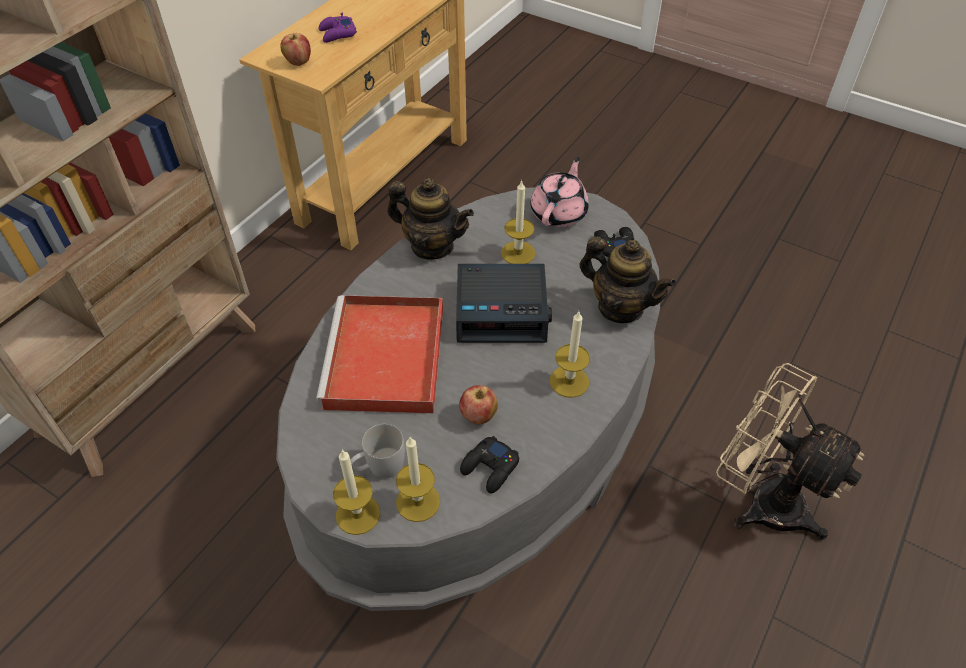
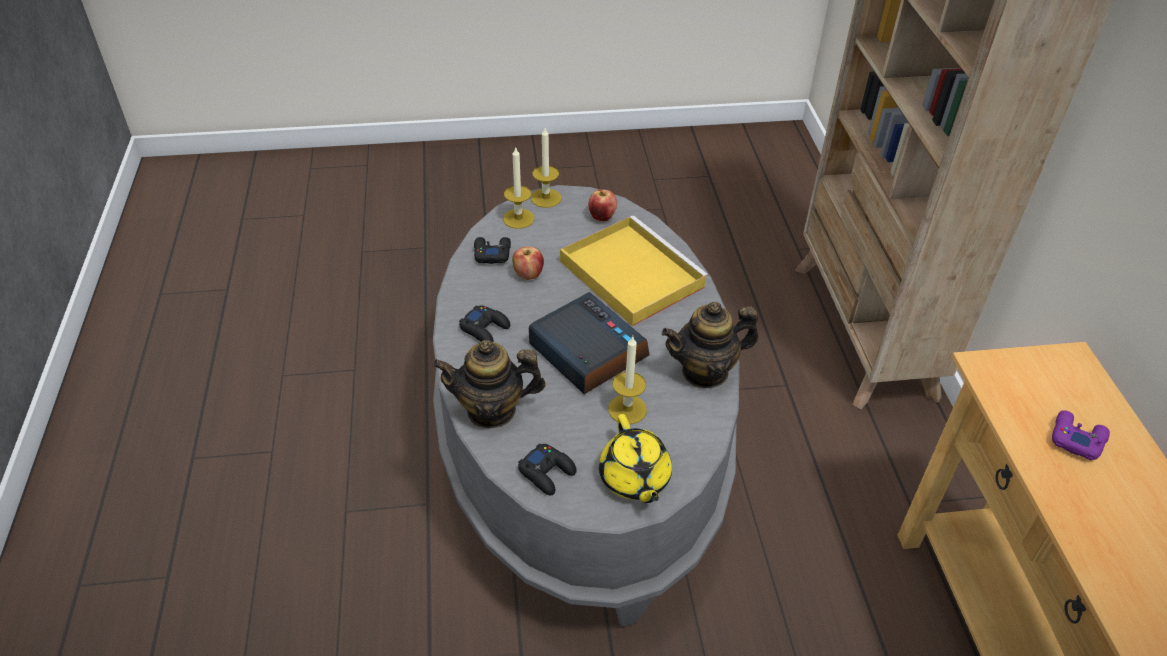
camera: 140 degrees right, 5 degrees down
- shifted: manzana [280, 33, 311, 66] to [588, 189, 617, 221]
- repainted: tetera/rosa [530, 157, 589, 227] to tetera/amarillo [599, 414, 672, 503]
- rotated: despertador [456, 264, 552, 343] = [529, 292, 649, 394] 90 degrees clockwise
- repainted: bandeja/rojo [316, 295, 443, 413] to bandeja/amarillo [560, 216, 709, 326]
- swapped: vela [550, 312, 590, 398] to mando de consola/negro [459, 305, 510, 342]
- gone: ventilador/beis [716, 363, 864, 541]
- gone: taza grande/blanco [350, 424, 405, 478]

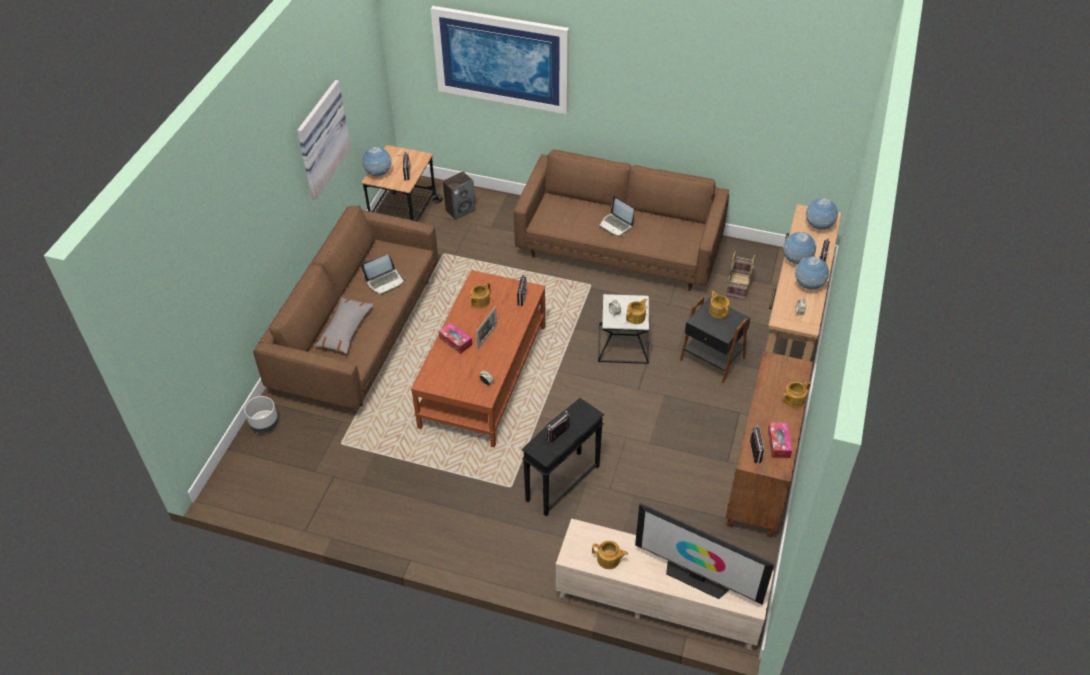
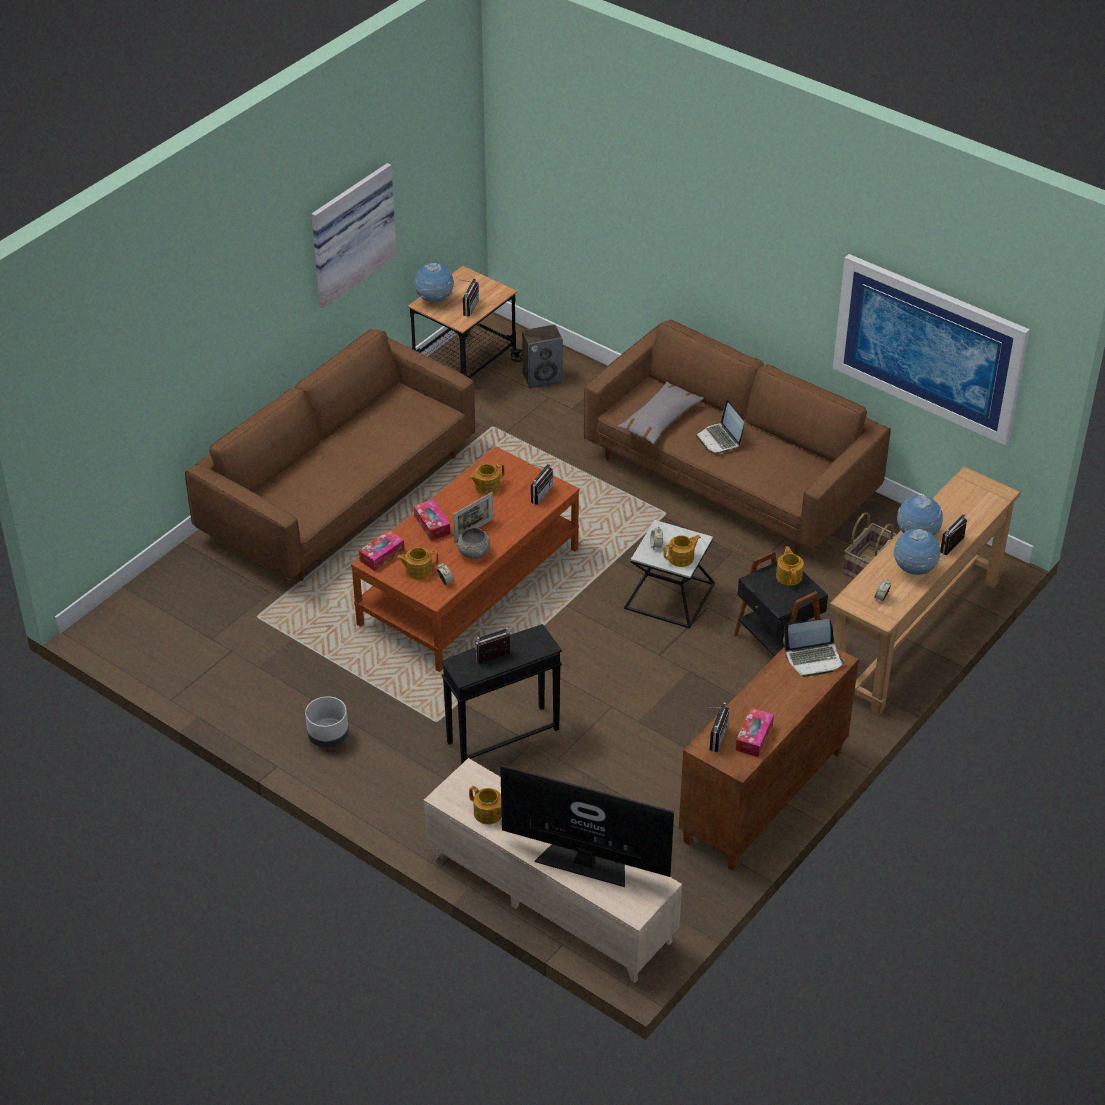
camera: 20 degrees right, 5 degrees down
- shifted: cuadro [431, 6, 569, 114] to [833, 254, 1030, 445]
- gone: globo terráqueo [806, 198, 838, 230]
- shifted: portátil [361, 254, 405, 295] to [783, 619, 845, 677]
- shifted: cojín/gris [314, 297, 374, 354] to [618, 382, 704, 444]
- shifted: tetera [783, 381, 811, 408] to [396, 547, 438, 580]
- shifted: maceta/gris [244, 396, 279, 433] to [305, 696, 349, 748]
- rotated: televisor [635, 503, 774, 605] = [500, 765, 674, 887] 150 degrees clockwise
- new: cuenco/gris [456, 528, 490, 559]
- new: caja de pañuelos [359, 530, 404, 571]

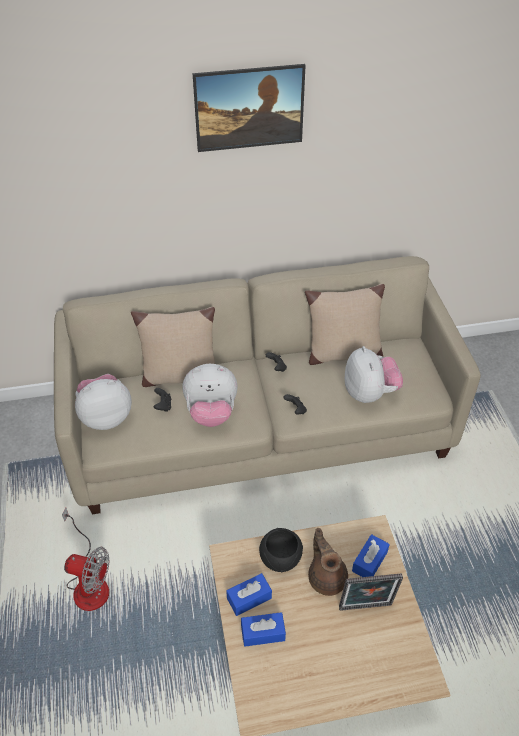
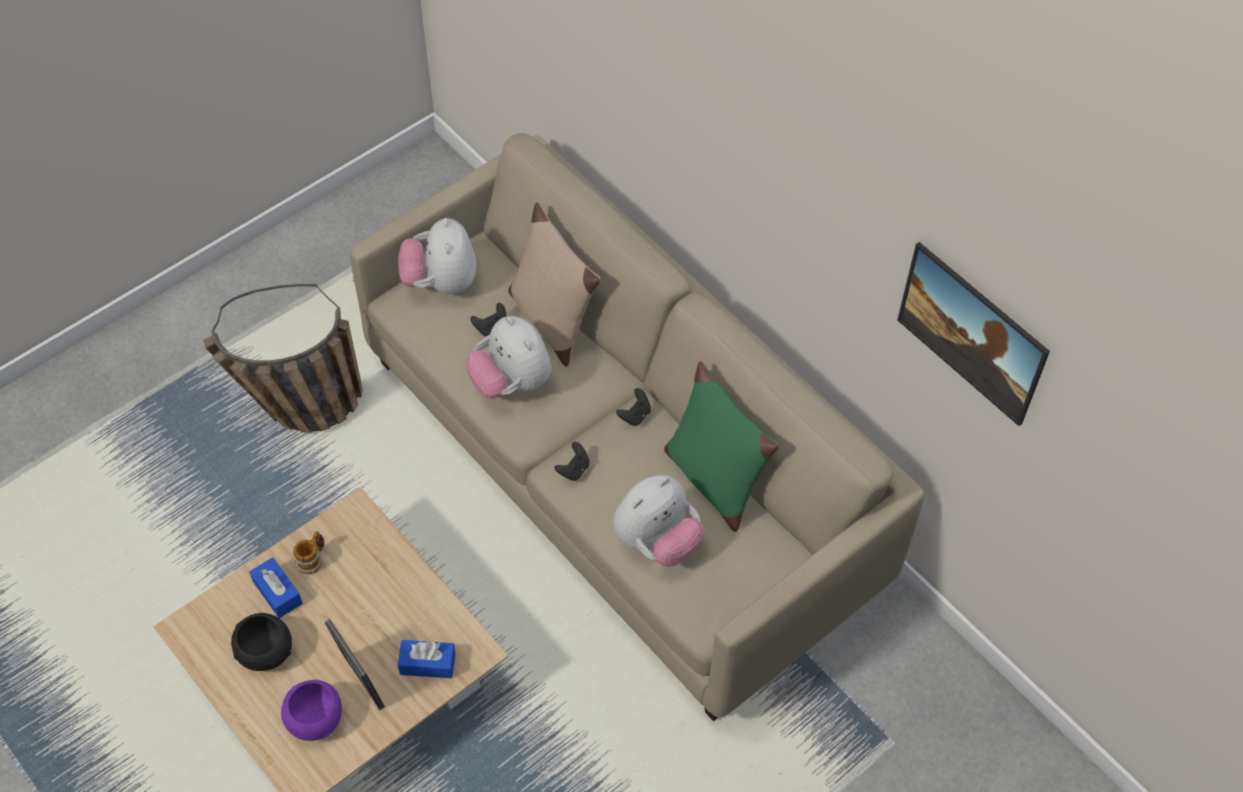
camera: 60 degrees right, 10 degrees up
- shifted: cuadro [193, 64, 306, 152] to [897, 242, 1050, 426]
- repainted: cojín/beis [305, 284, 385, 365] to cojín/verde [664, 361, 779, 532]
- rotated: peluche [75, 374, 132, 430] = [398, 218, 476, 294] 135 degrees counterclockwise
- swapped: ventilador [62, 508, 109, 611] to cesta [203, 284, 363, 433]
- shifted: cuenco/negro [259, 528, 303, 572] to [231, 613, 292, 671]
- gone: tetera/marrón [308, 528, 348, 596]
- swapped: caja de pañuelos/azul [226, 573, 272, 616] to taza grande [293, 531, 324, 575]
- new: cuenco/morado [281, 680, 342, 741]

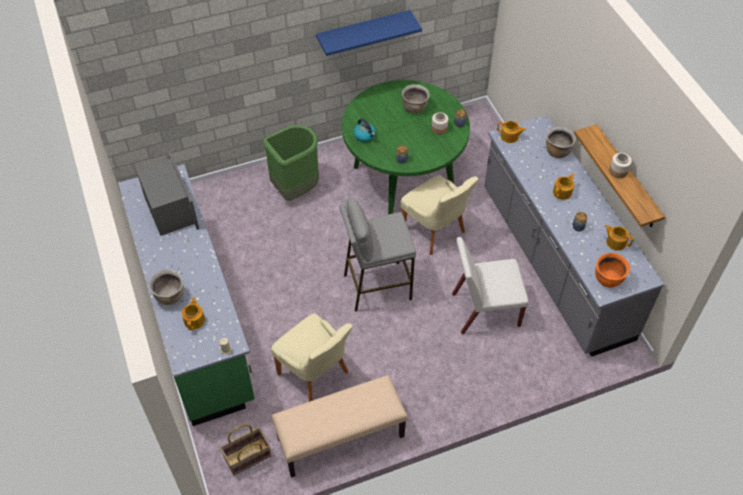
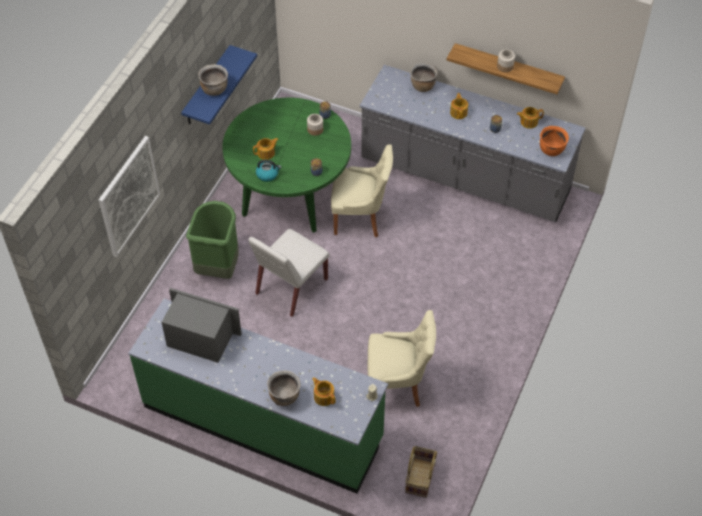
camera: 45 degrees left, 0 degrees up
- shifted: olla/marrón [402, 84, 430, 114] to [198, 64, 228, 96]
- shifted: tetera [497, 121, 526, 143] to [253, 138, 279, 160]
- gone: taburete/gris [339, 197, 416, 312]
- shifted: silla/blanco [452, 237, 529, 334] to [248, 229, 330, 317]
- gone: banco/beis [271, 375, 408, 478]
- new: cuadro [99, 136, 160, 257]

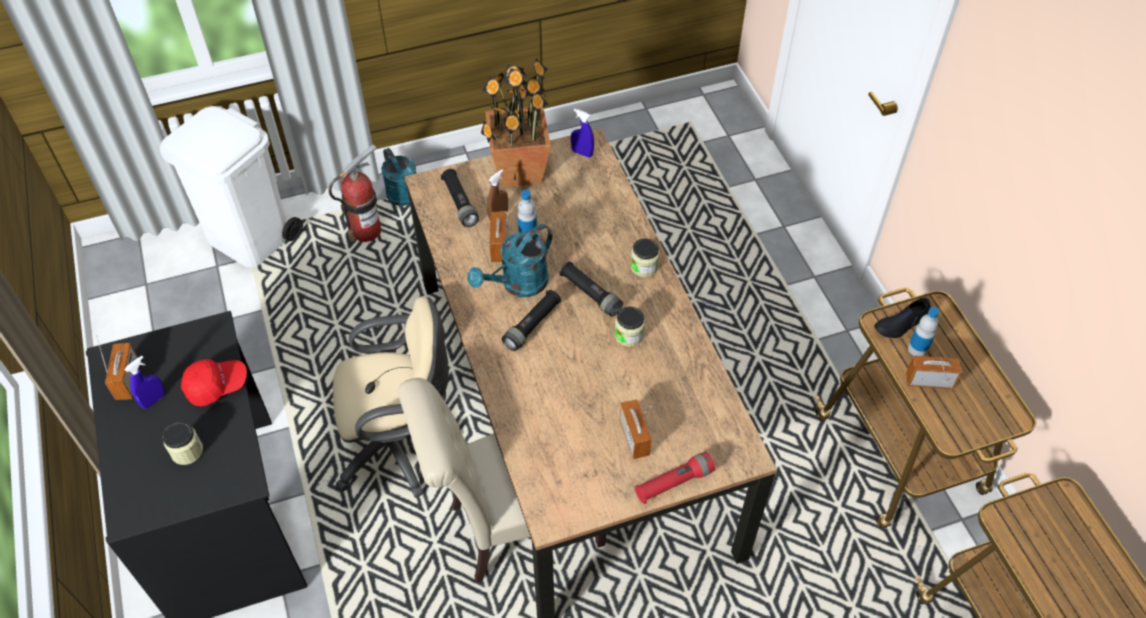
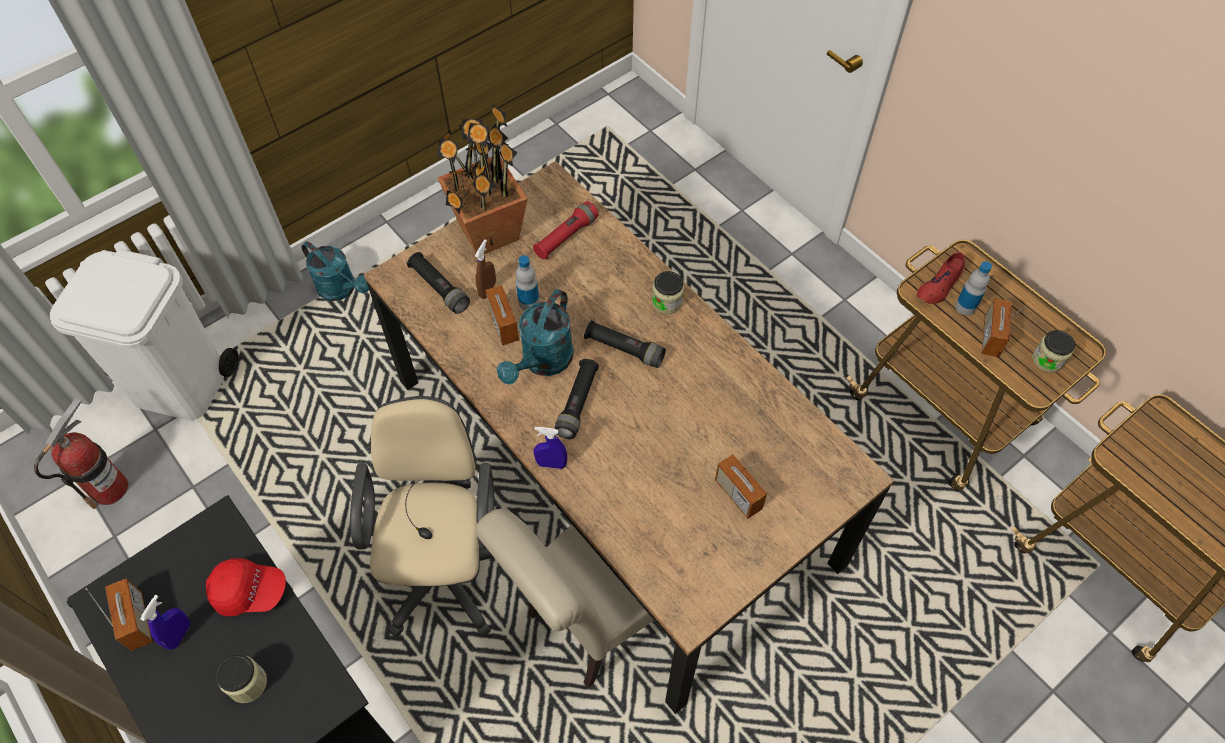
camera: 20 degrees left, 5 degrees up
- shifted: pulverizador/azul [571, 109, 594, 158] to [534, 427, 567, 469]
- shifted: extintor [329, 145, 381, 242] to [34, 398, 128, 509]
- rotated: silla de oficina/beis [332, 296, 449, 498] = [350, 396, 494, 637] 60 degrees counterclockwise
- repainted: zapato/negro [874, 298, 931, 338] to zapato/rojo [917, 252, 965, 304]
- shifted: tarro [615, 307, 645, 347] to [1032, 330, 1075, 373]
- rotated: radio [906, 351, 962, 389] = [981, 298, 1026, 357] 60 degrees counterclockwise
- rotated: gorra/rojo [181, 359, 247, 406] = [206, 559, 286, 616] 45 degrees clockwise
- shifted: linterna/rojo [635, 452, 715, 504] to [533, 201, 598, 259]

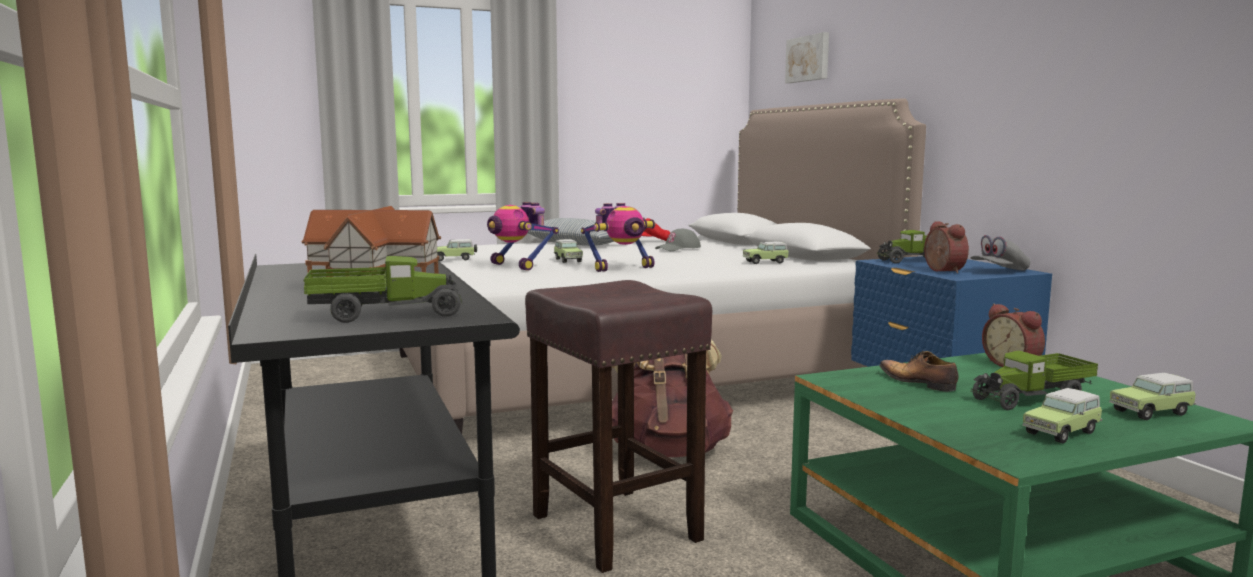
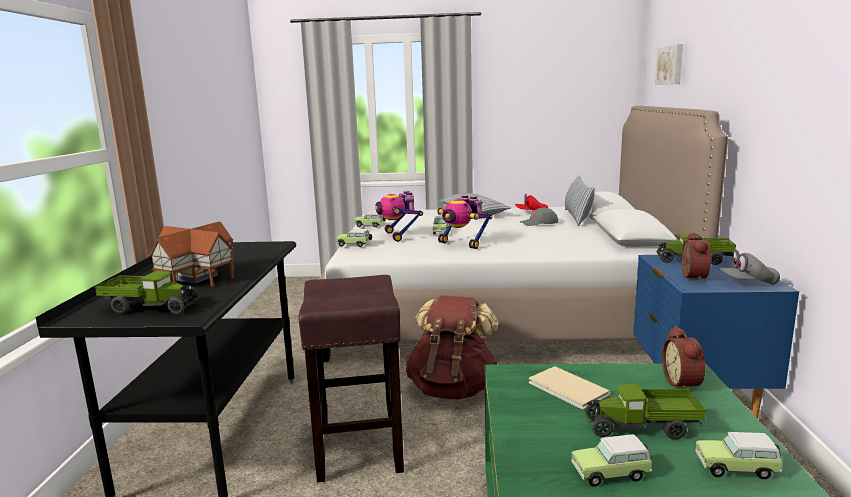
camera: 25 degrees right, 5 degrees up
- rotated: robot de juguete [581, 203, 656, 272] = [437, 195, 493, 249] 45 degrees clockwise
- shifted: coche de juguete [743, 242, 789, 264] to [336, 229, 372, 247]
- swapped: zapato [879, 351, 958, 392] to libro/beis [529, 366, 611, 409]
- new: cojín [565, 175, 595, 226]

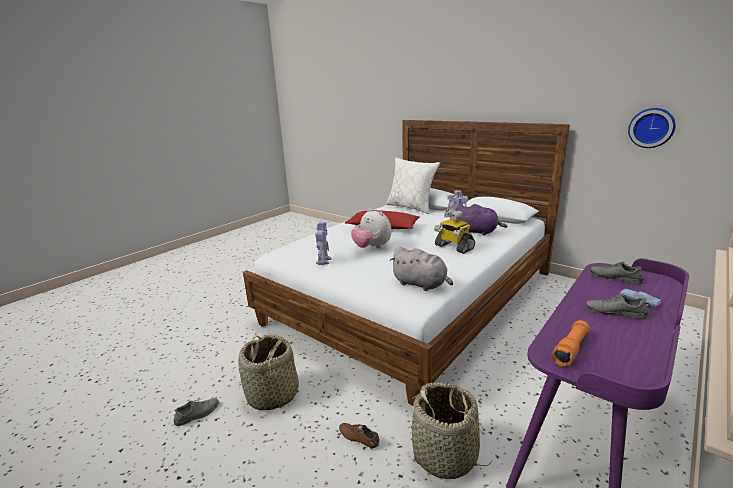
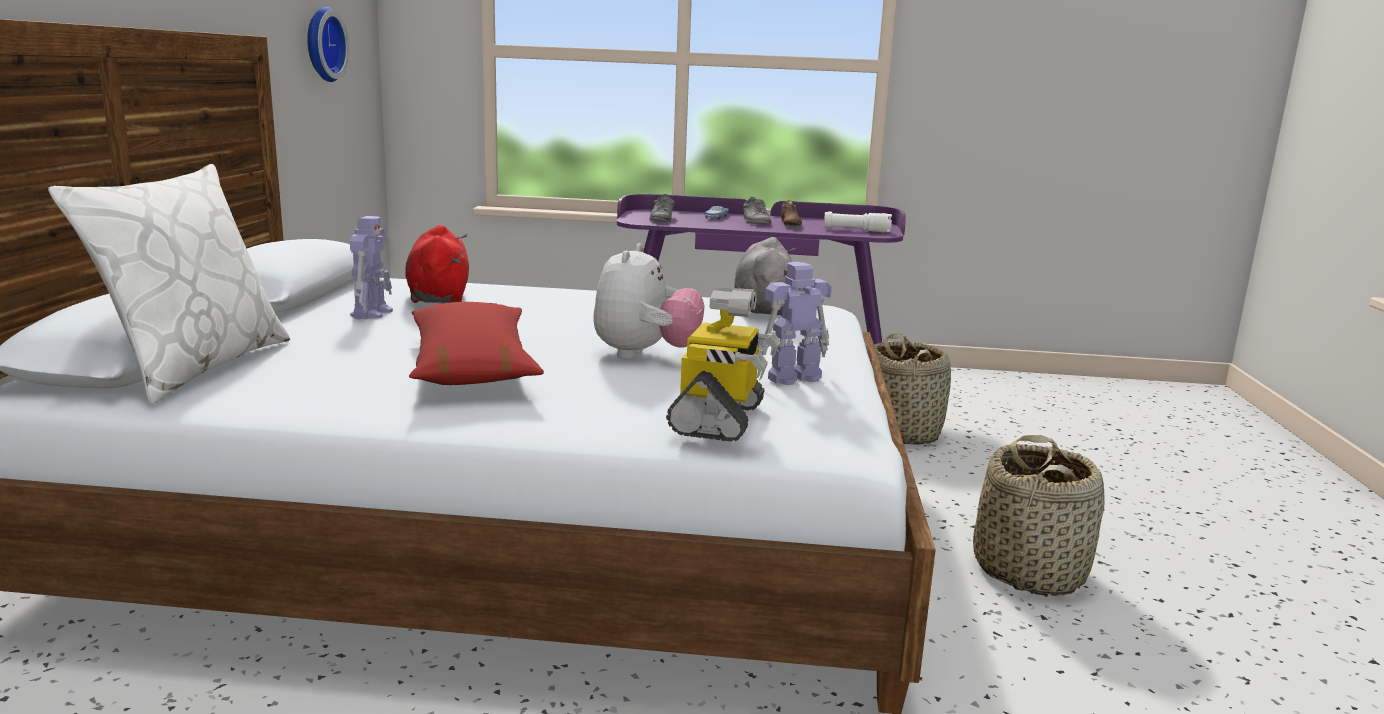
camera: 125 degrees left, 5 degrees down
- repainted: peluche/morado [455, 204, 507, 235] to peluche/rojo [405, 225, 469, 303]
- shifted: robot de juguete [434, 210, 475, 254] to [666, 287, 780, 442]
- repainted: linterna/naranja [551, 320, 590, 367] to linterna/blanco [824, 212, 892, 233]
- gone: zapato/gris [174, 398, 219, 426]
- shifted: zapato/marrón [339, 423, 379, 449] to [781, 200, 802, 227]

